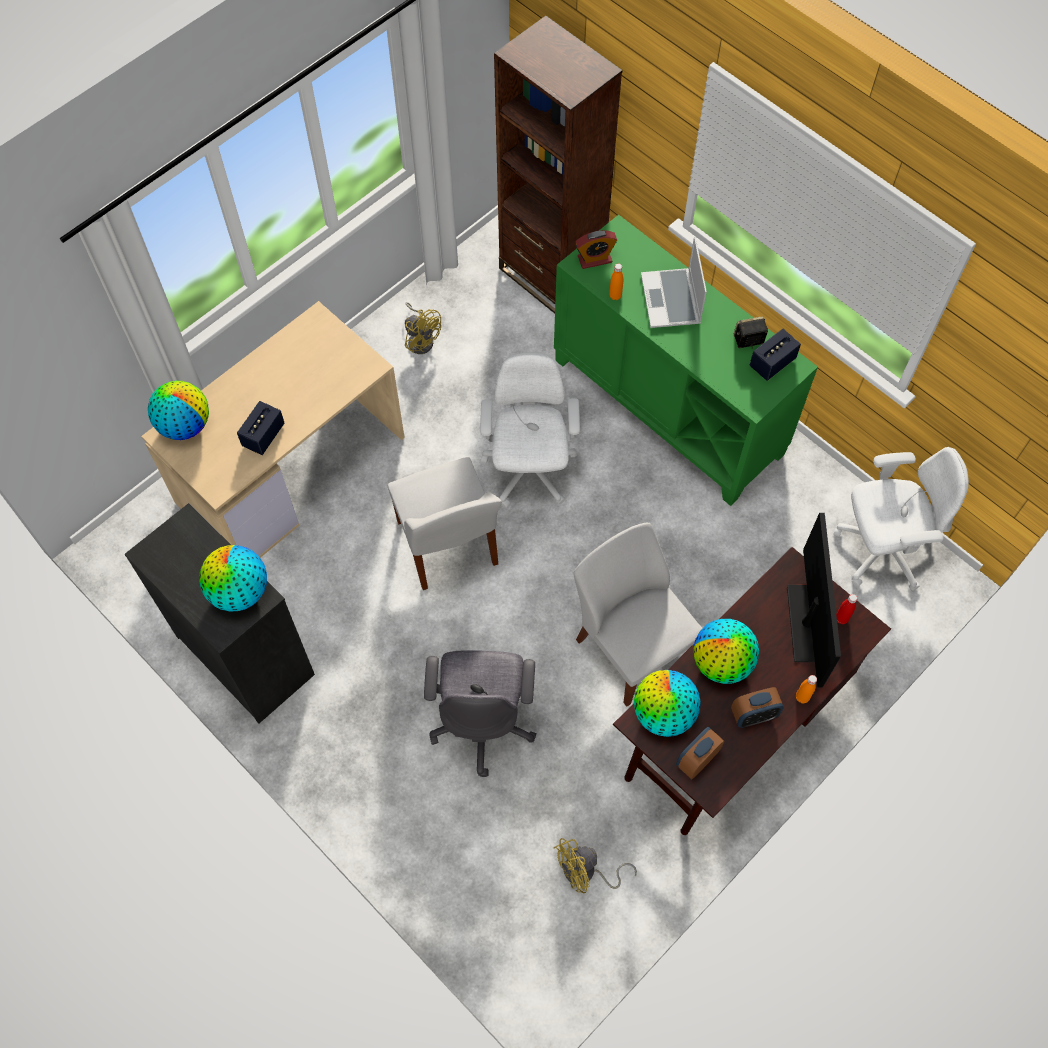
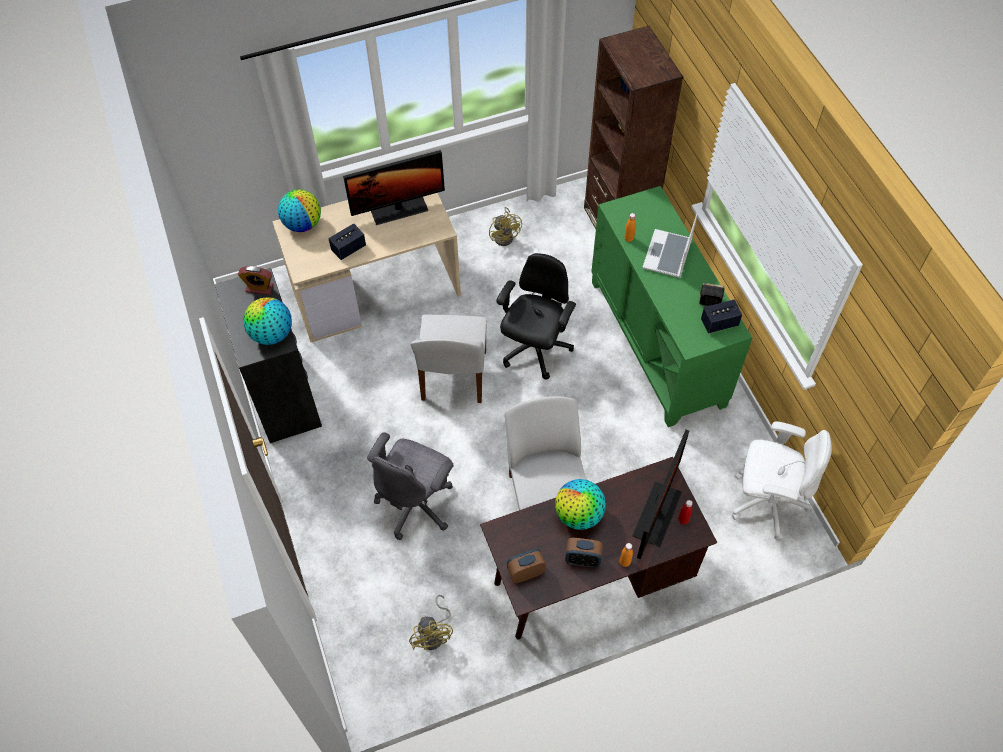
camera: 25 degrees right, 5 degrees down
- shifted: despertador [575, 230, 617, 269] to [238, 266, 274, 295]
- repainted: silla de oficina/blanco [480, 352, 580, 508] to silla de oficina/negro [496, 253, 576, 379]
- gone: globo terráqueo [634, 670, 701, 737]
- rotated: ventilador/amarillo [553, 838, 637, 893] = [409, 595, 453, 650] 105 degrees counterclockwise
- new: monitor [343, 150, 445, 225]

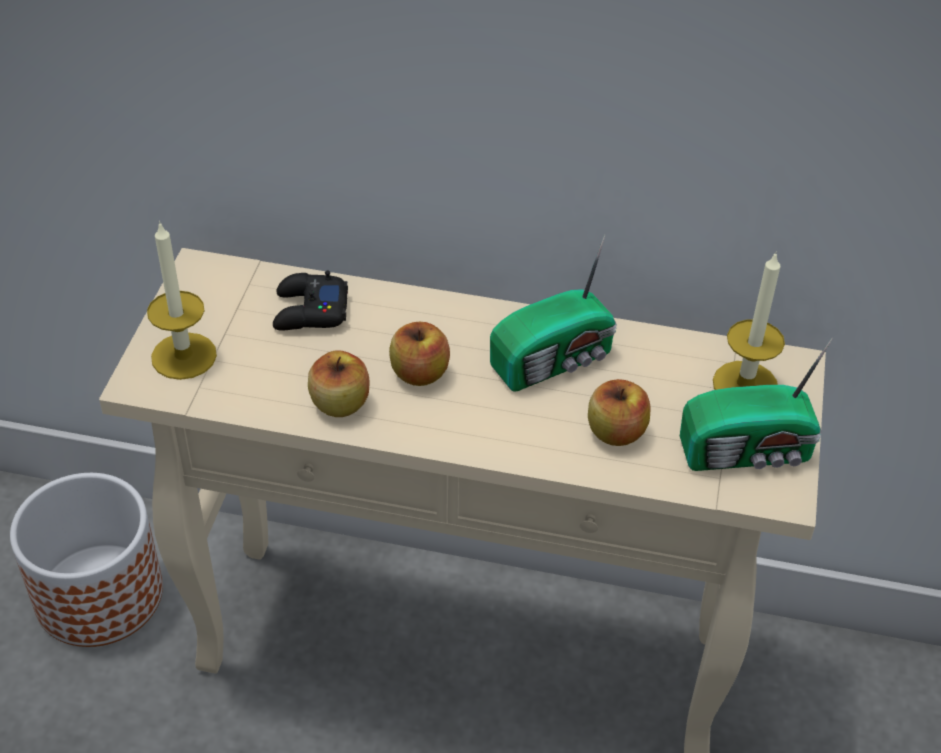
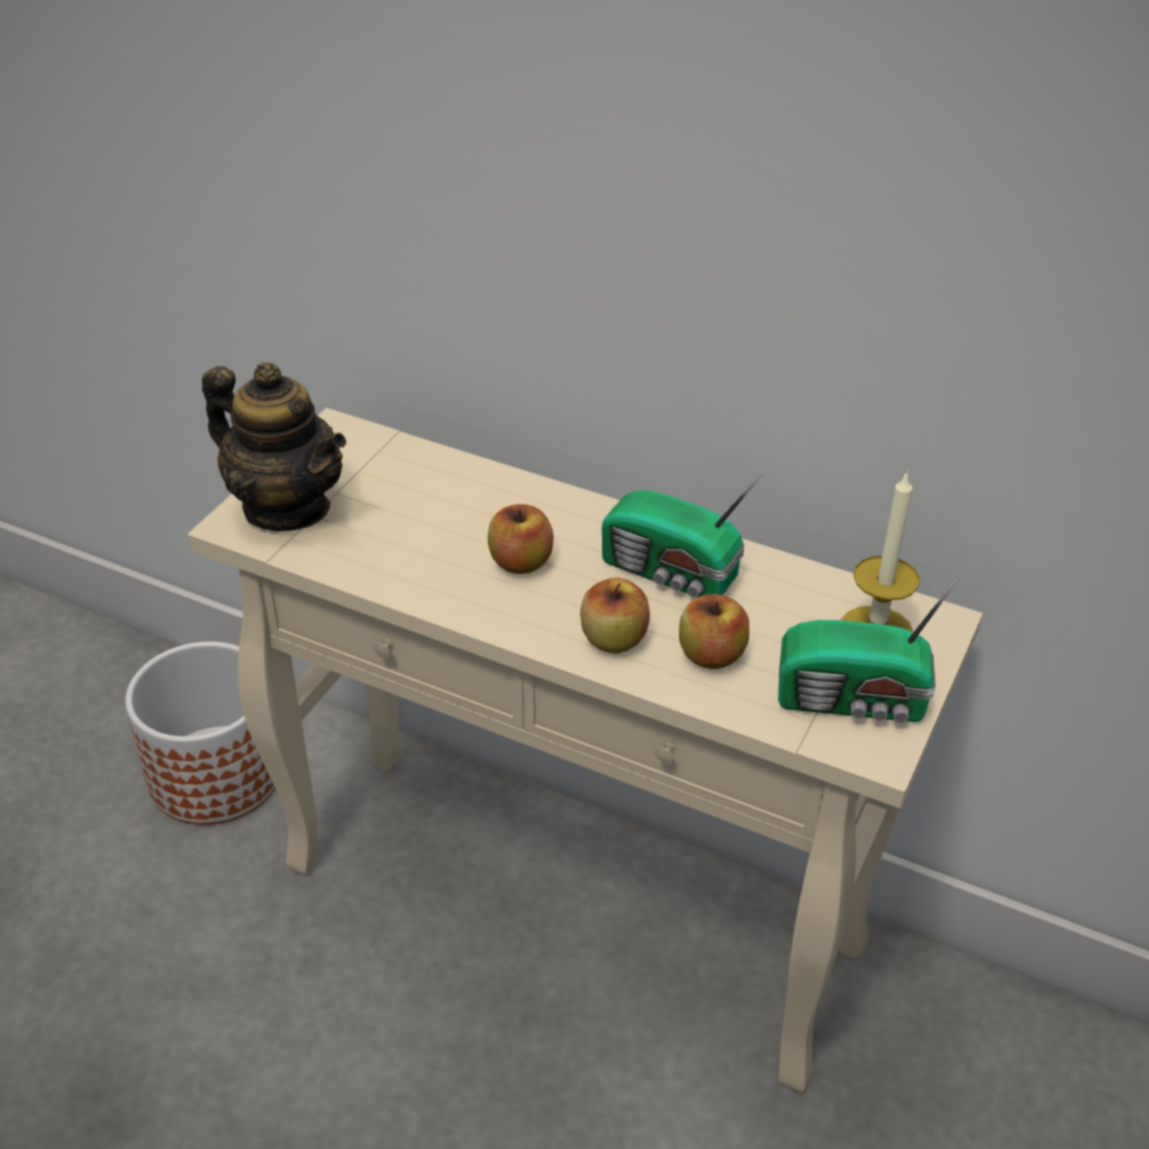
camera: 15 degrees right, 5 degrees down
- swapped: vela [147, 221, 217, 380] to tetera [202, 362, 346, 531]
- rotated: radio [490, 234, 617, 392] = [602, 474, 762, 598] 45 degrees clockwise
- gone: mando de consola/negro [273, 270, 348, 330]
- shifted: manzana [308, 350, 370, 417] to [580, 578, 650, 653]

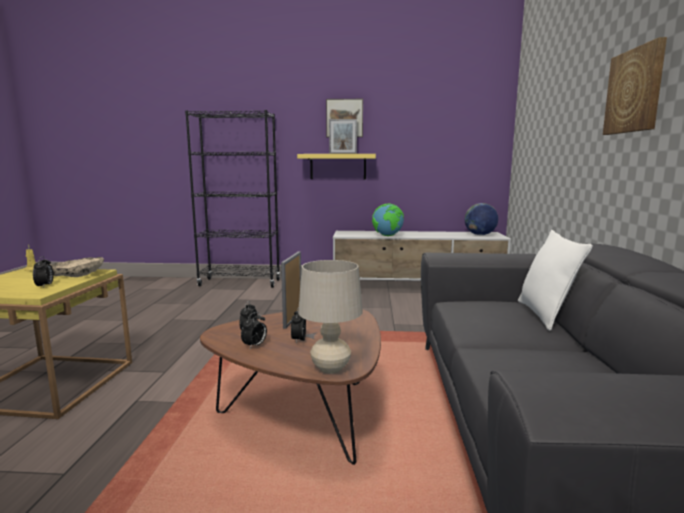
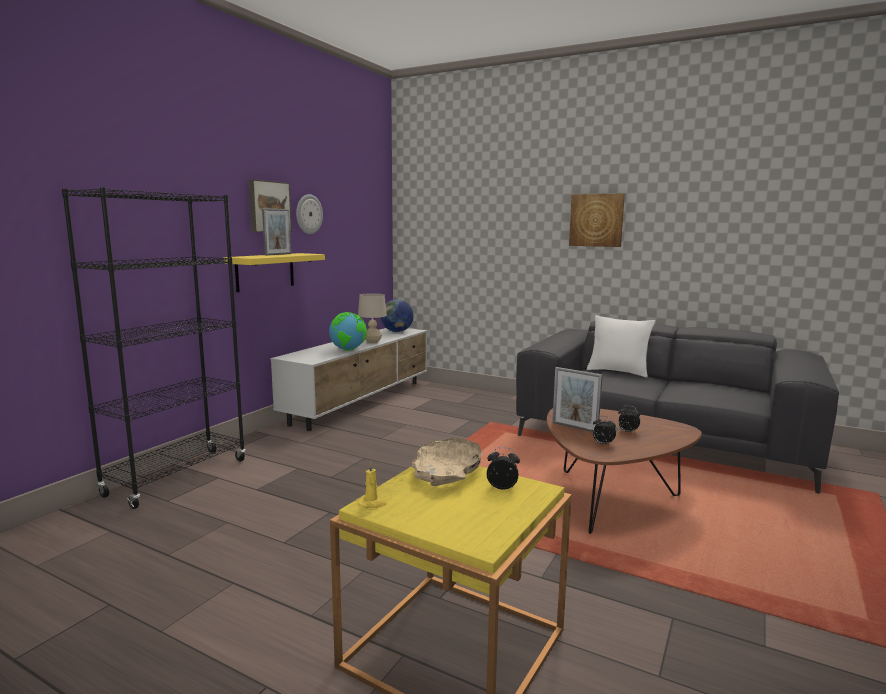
camera: 65 degrees left, 0 degrees up
- shifted: lámpara de mesa/beis [298, 260, 363, 374] to [358, 293, 387, 344]
- gone: despertador [241, 312, 267, 348]
- new: reloj de pared [296, 194, 323, 234]

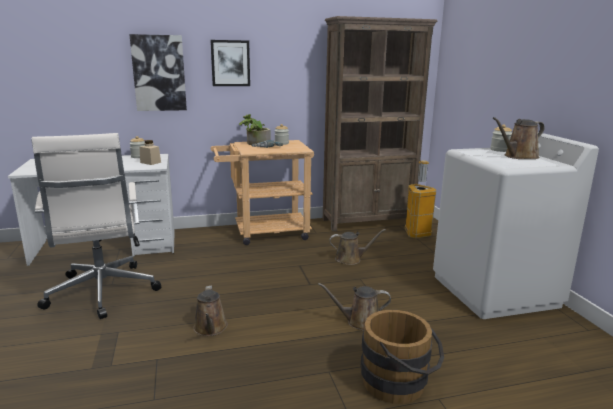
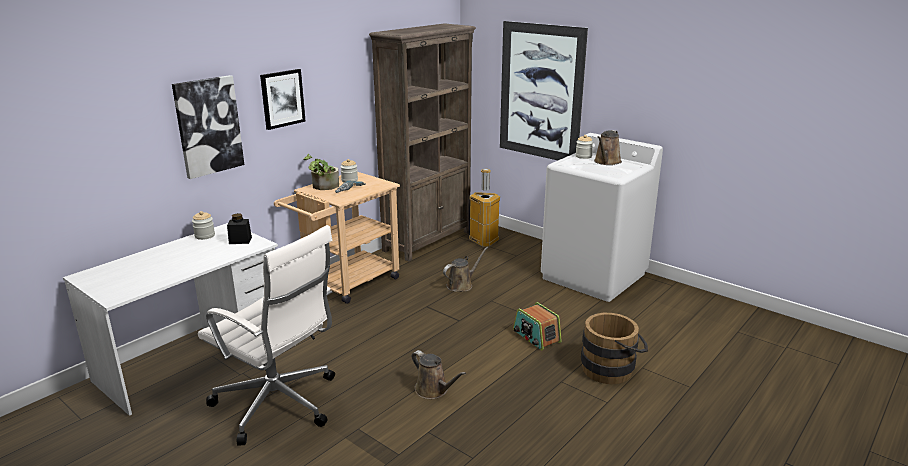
camera: 35 degrees left, 5 degrees up
- repainted: tarro/beis [140, 140, 161, 165] to tarro/negro [227, 213, 252, 244]
- swapped: regadera/marrón [318, 283, 391, 331] to radio [513, 302, 562, 350]
- new: cuadro [500, 21, 588, 160]

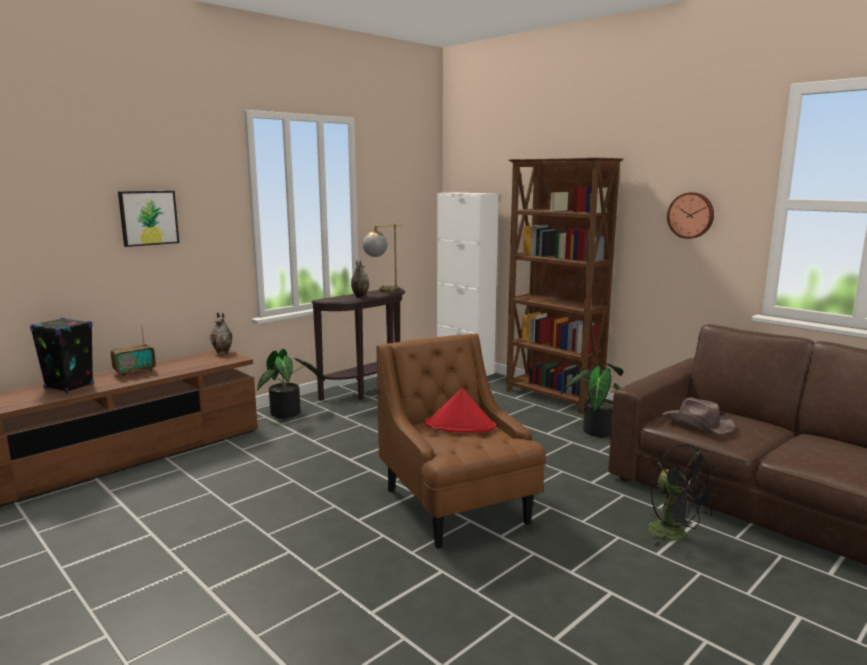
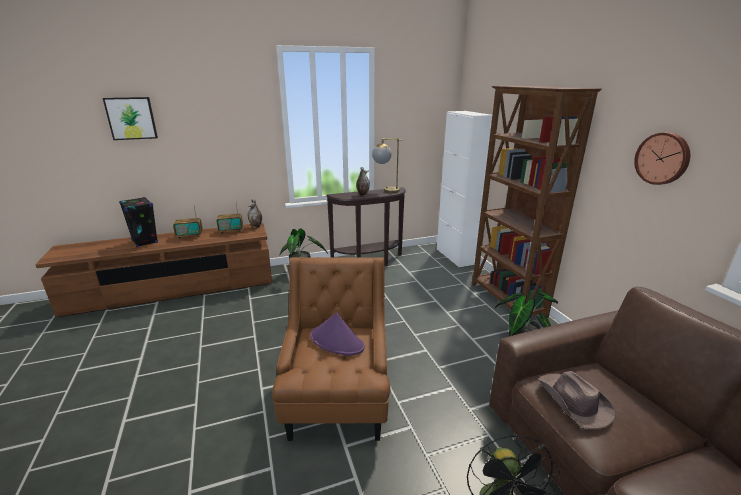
camera: 25 degrees right, 10 degrees up
- shifted: cuadro [118, 191, 180, 247] to [103, 97, 158, 140]
- repainted: sombrero/rojo [425, 388, 496, 433] to sombrero/morado [310, 313, 365, 356]
- new: radio [217, 203, 243, 234]

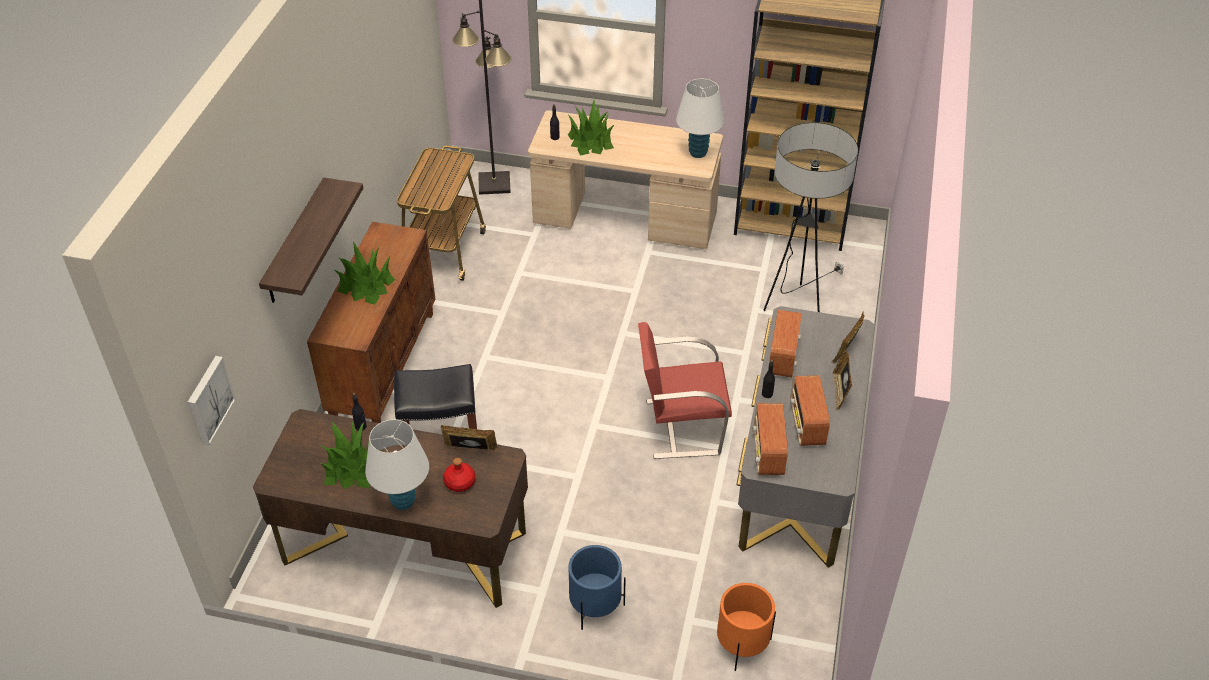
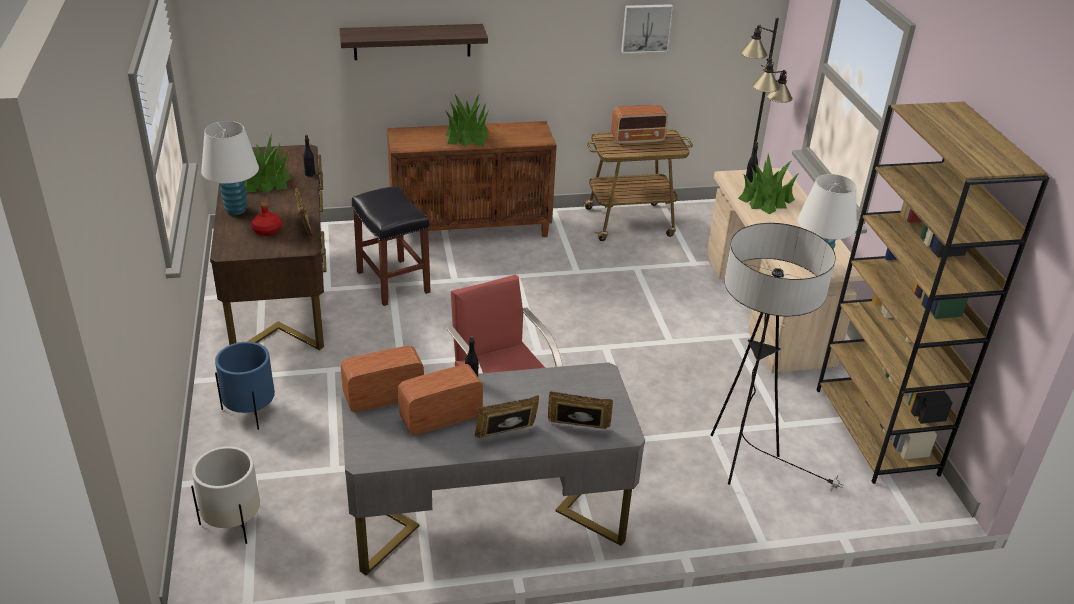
camera: 65 degrees right, 10 degrees down
- shifted: radio [769, 310, 802, 377] to [611, 105, 668, 145]
- shifted: cuadro [188, 356, 236, 445] to [621, 4, 673, 54]
- repainted: maceta/naranja [717, 583, 776, 671] to maceta/blanco [191, 446, 260, 544]

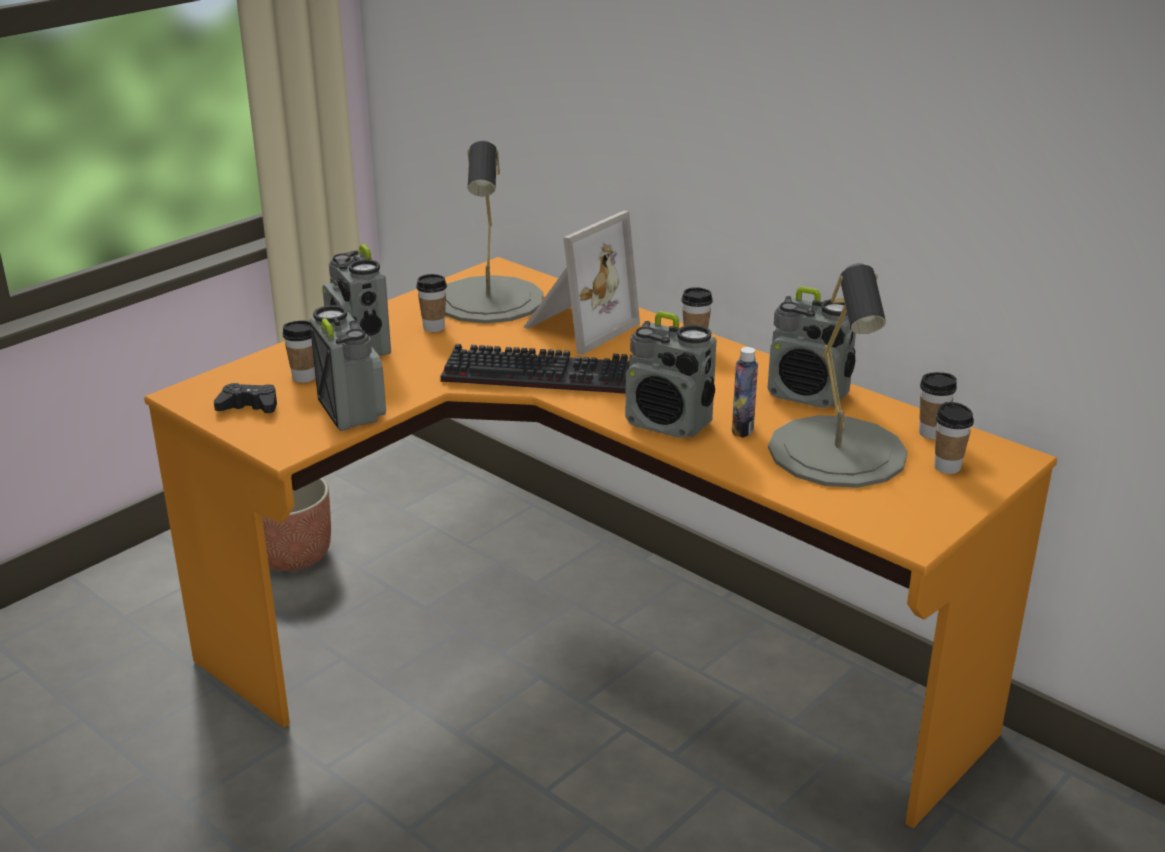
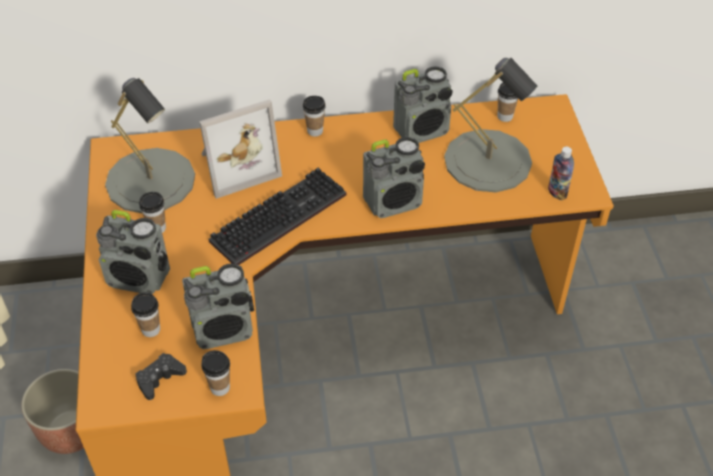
camera: 50 degrees left, 20 degrees up
- rotated: portarretratos [524, 211, 640, 355] = [199, 99, 282, 199] 75 degrees clockwise
- rotated: radio [309, 305, 386, 431] = [182, 263, 254, 349] 150 degrees clockwise
- shifted: botella [732, 347, 758, 438] to [548, 146, 574, 201]
- shifted: taza [934, 402, 974, 474] to [201, 350, 230, 396]

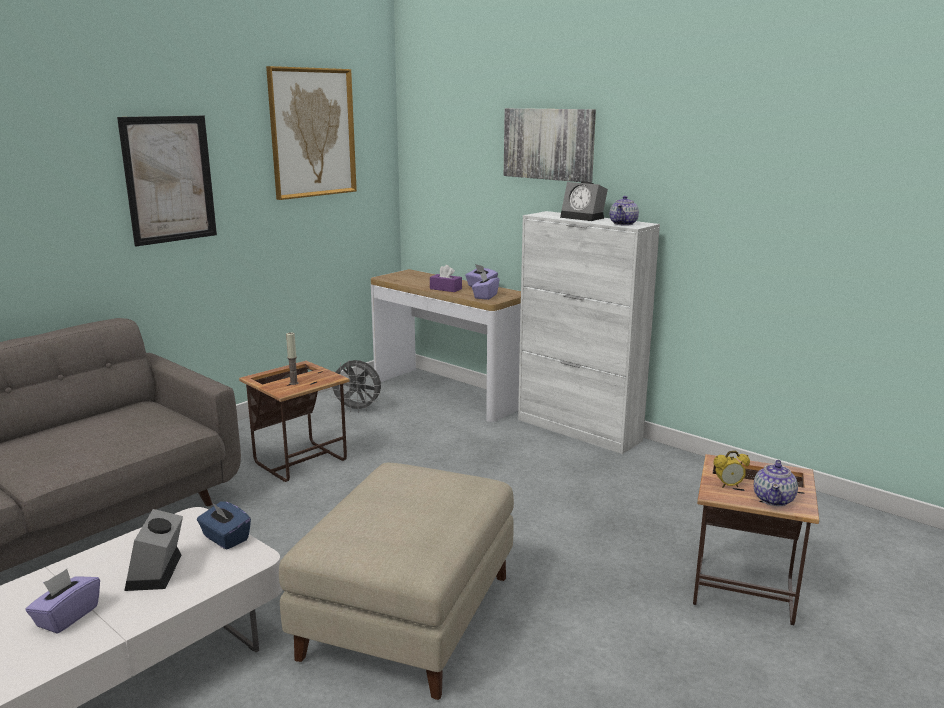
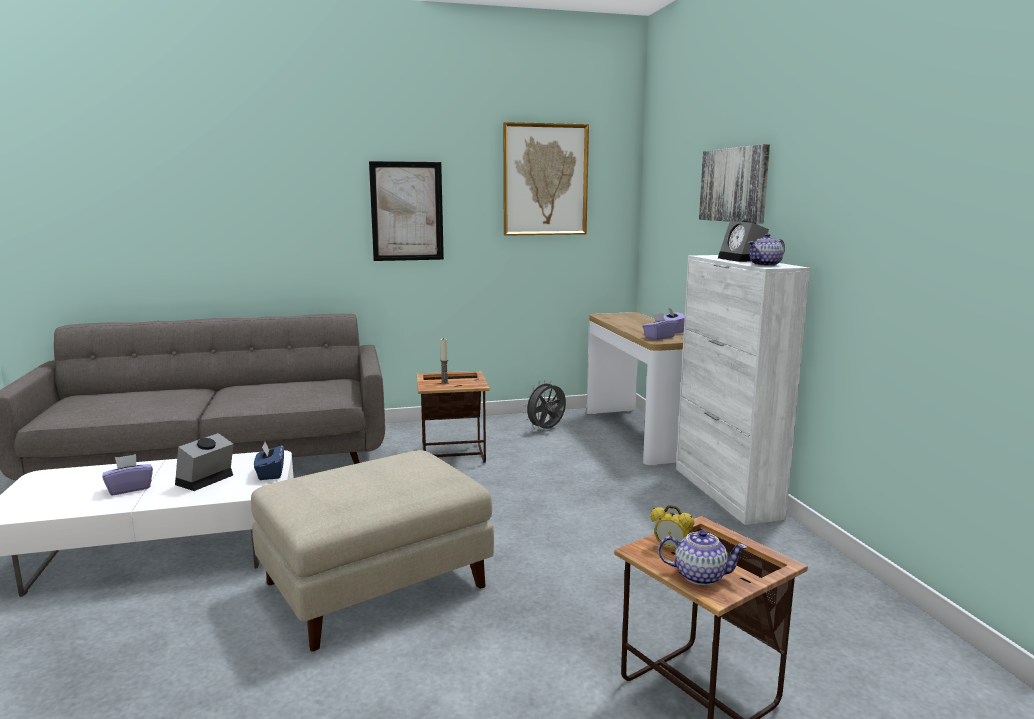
camera: 35 degrees right, 5 degrees down
- gone: caja de pañuelos/morado [430, 265, 462, 292]
- rotated: ventilador/gris [329, 360, 381, 413] = [524, 380, 566, 430] 90 degrees clockwise
- rotated: tetera [754, 460, 798, 506] = [658, 530, 748, 585] 135 degrees counterclockwise

